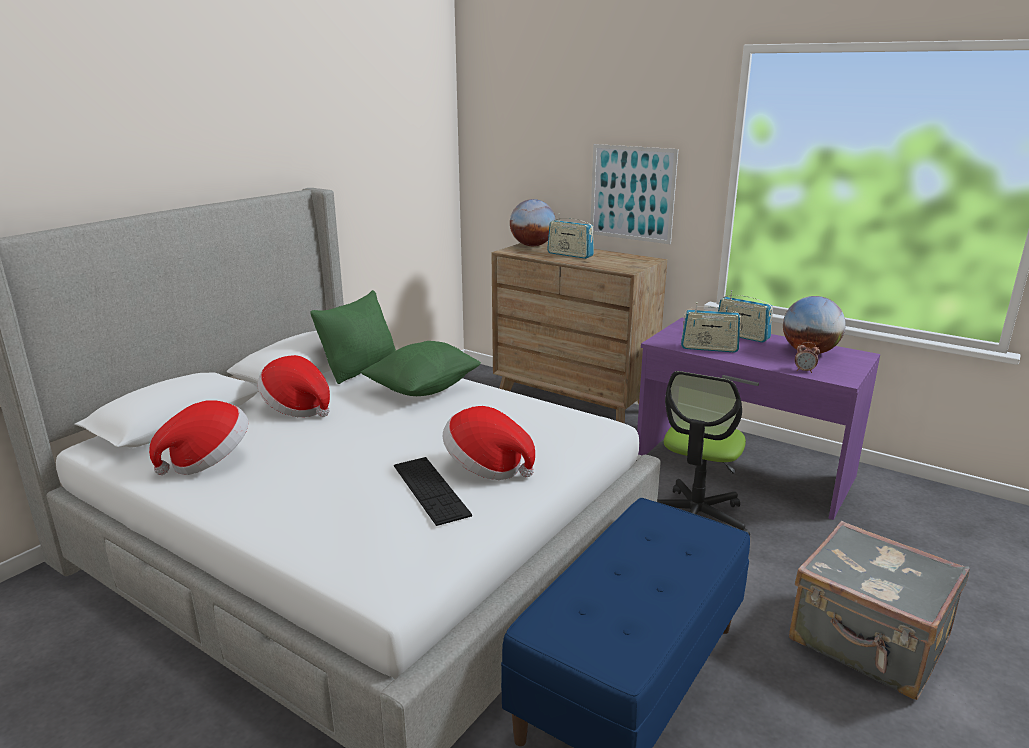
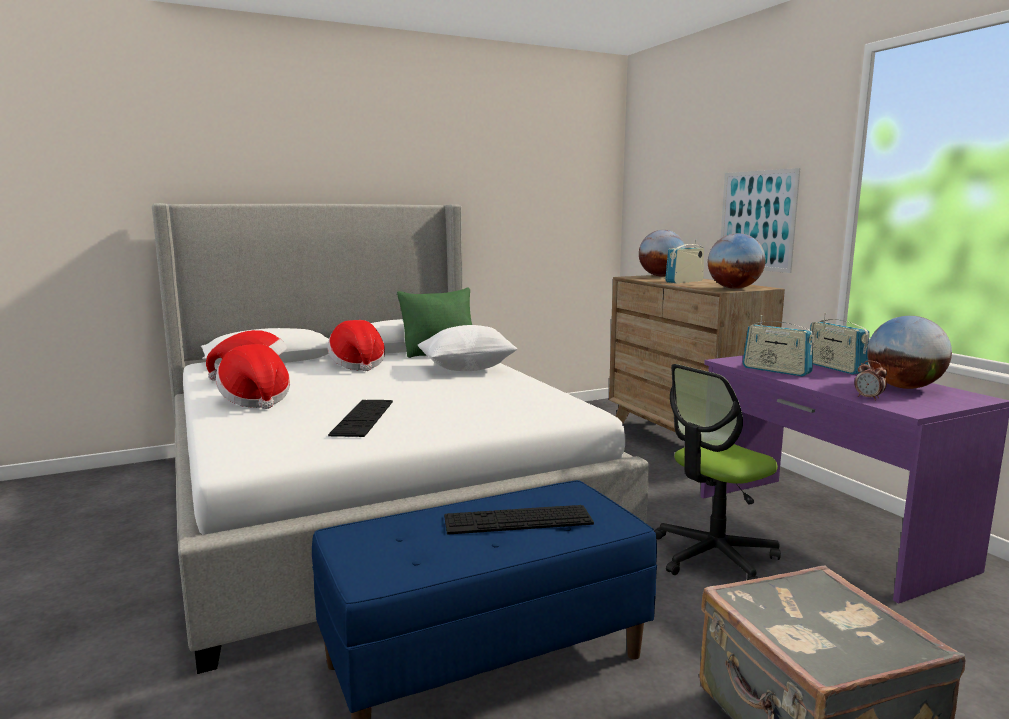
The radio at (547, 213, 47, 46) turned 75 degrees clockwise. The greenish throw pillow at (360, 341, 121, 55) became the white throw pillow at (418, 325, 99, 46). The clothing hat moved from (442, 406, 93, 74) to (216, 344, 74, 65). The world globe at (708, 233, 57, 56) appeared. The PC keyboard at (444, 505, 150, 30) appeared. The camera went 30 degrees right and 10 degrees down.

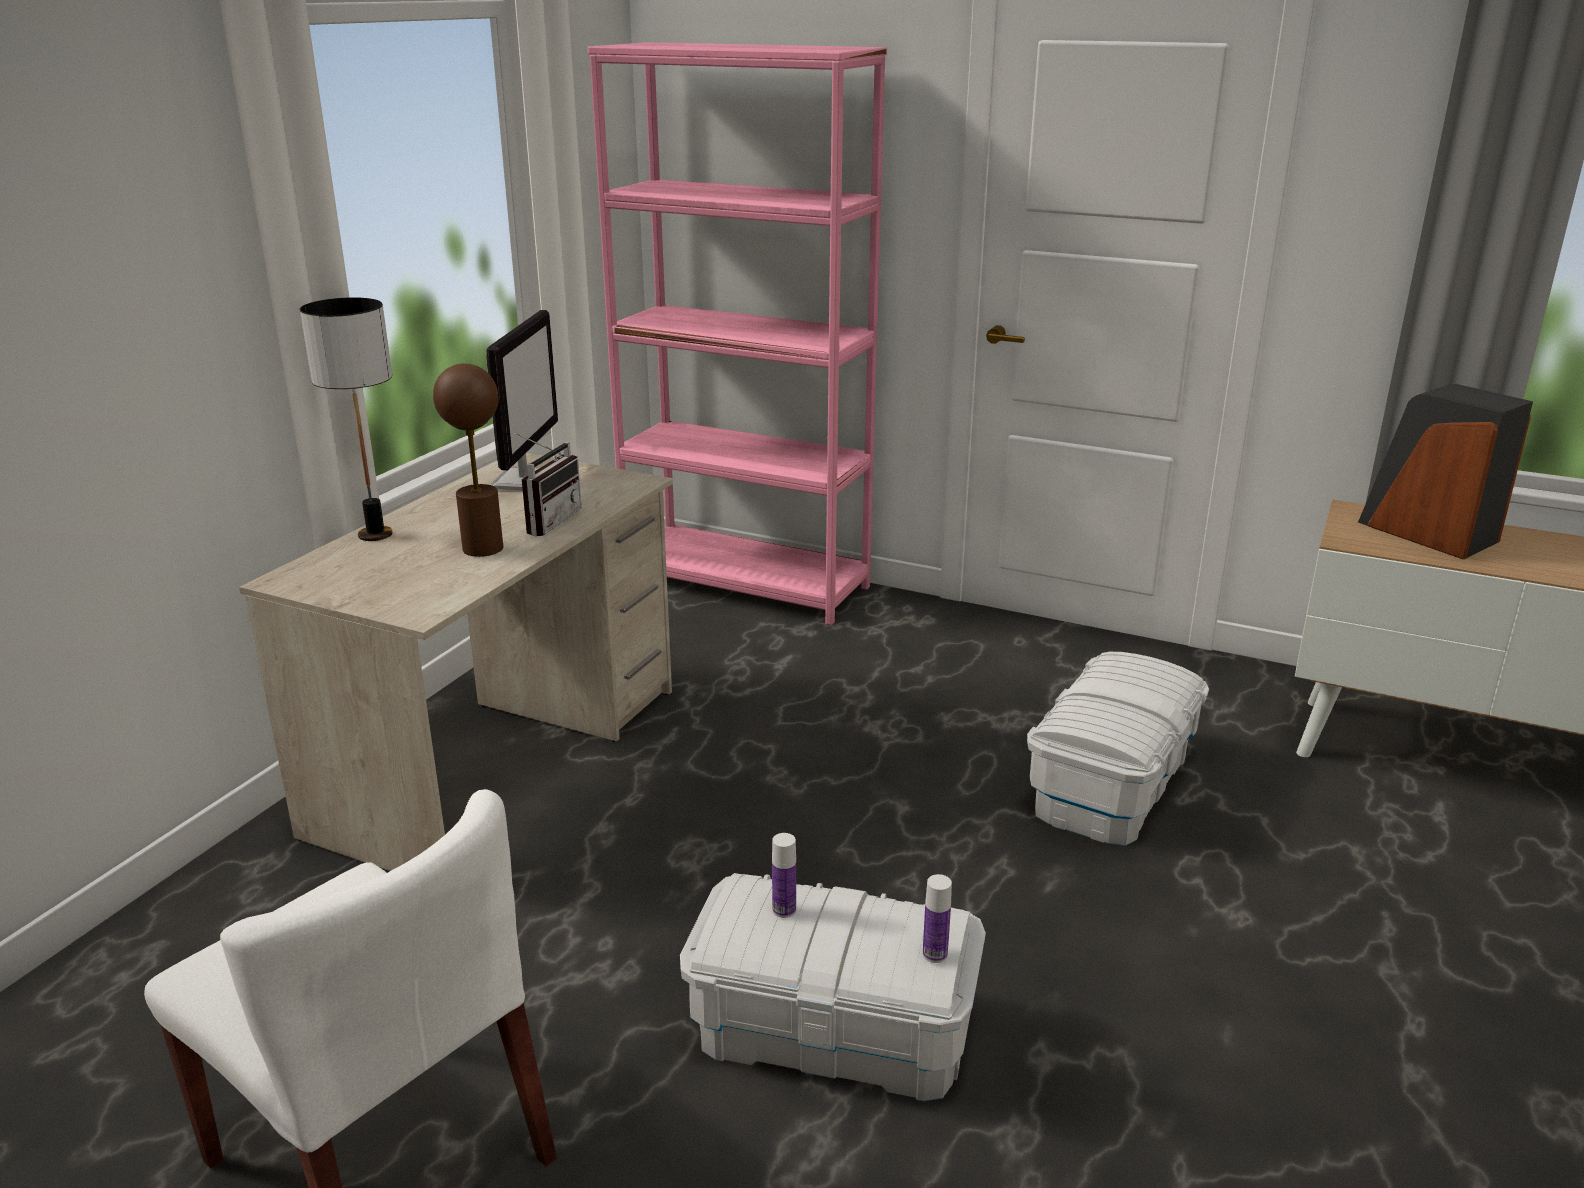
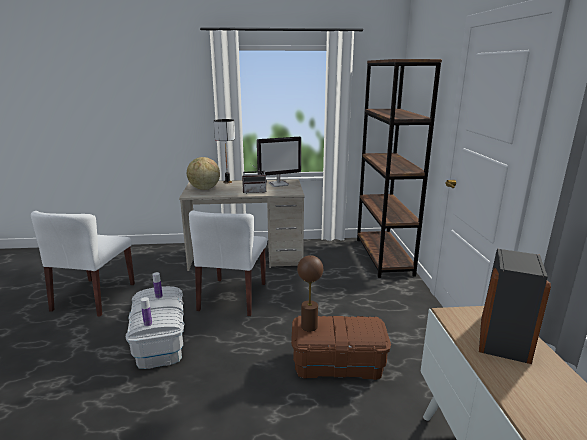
The pink-coloured bookshelf at (588, 42, 299, 583) became the brown-coloured bookshelf at (357, 59, 85, 219). The brown-coloured table lamp moved from (433, 363, 70, 194) to (297, 255, 26, 77). The white storage container at (1027, 652, 182, 194) became the brown-coloured storage container at (291, 316, 100, 64). The world globe at (187, 157, 33, 33) appeared. The white chair at (189, 211, 78, 105) appeared. The camera went 60 degrees right and 5 degrees down.

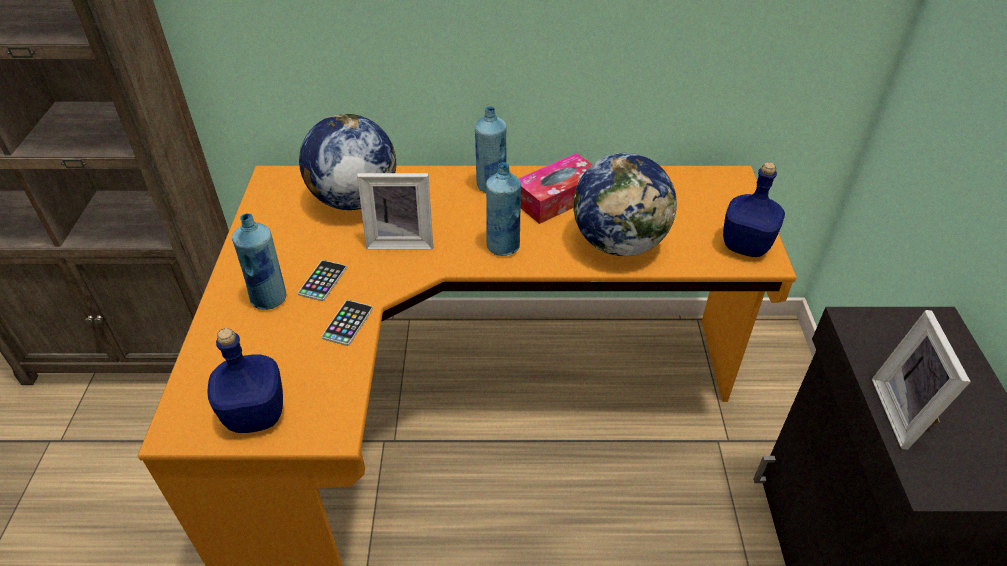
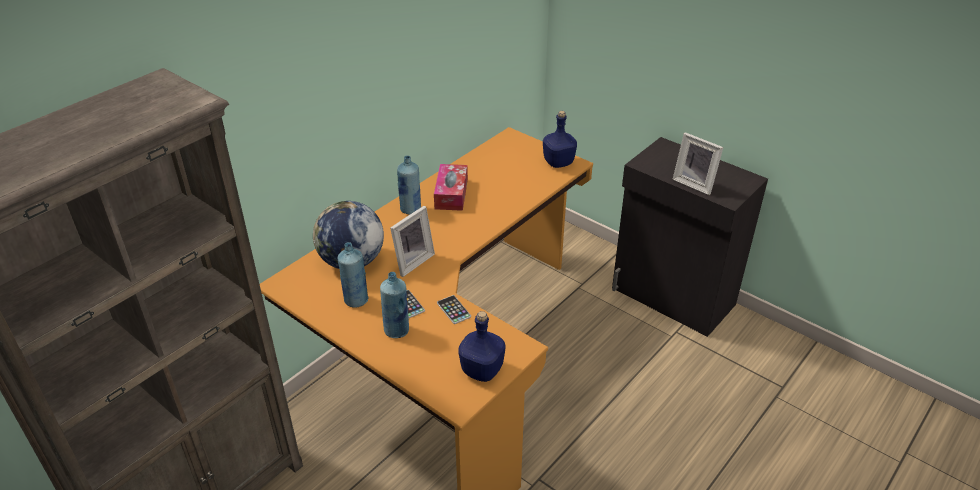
The world globe at (573, 153, 104, 103) disappeared. The blue-coloured drink bottle moved from (486, 162, 35, 94) to (338, 242, 31, 66). The camera went 50 degrees left and 5 degrees down.

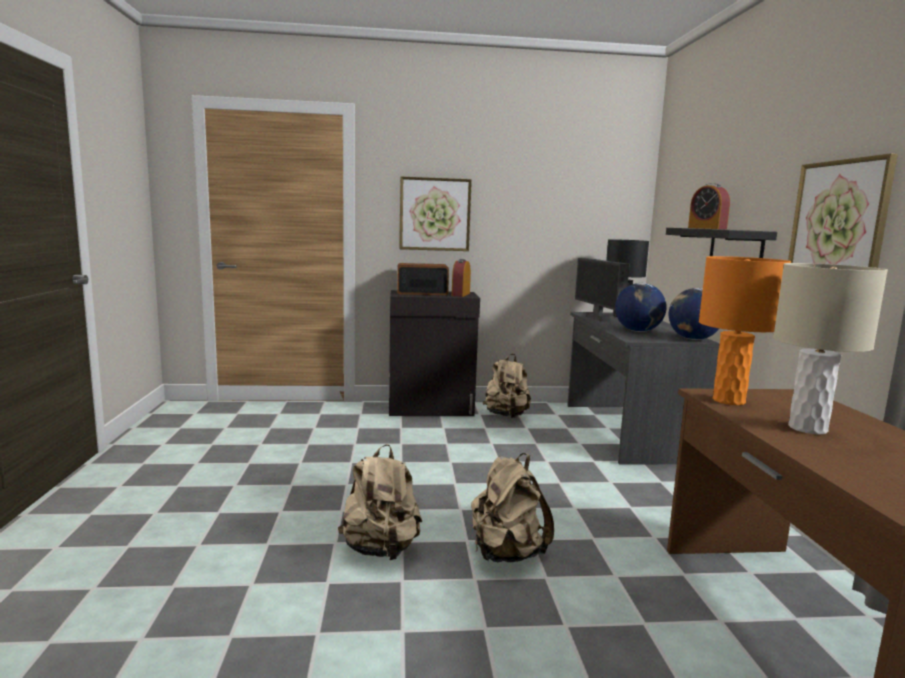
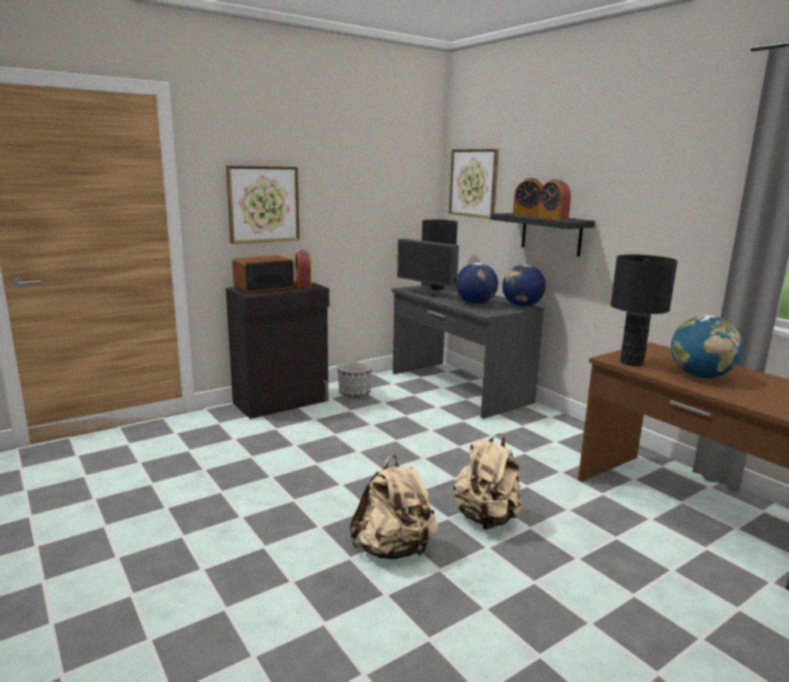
The picture moved from (788, 153, 110, 115) to (449, 149, 50, 70). The orange table lamp at (699, 256, 92, 149) became the black table lamp at (611, 254, 67, 112). The sand-coloured table lamp at (773, 263, 115, 172) was replaced by the world globe at (671, 315, 71, 63). The sand-coloured knapsack at (483, 354, 48, 64) was replaced by the plant pot at (338, 362, 34, 36). The table clock at (538, 179, 33, 41) appeared. The camera went 30 degrees left and 5 degrees up.

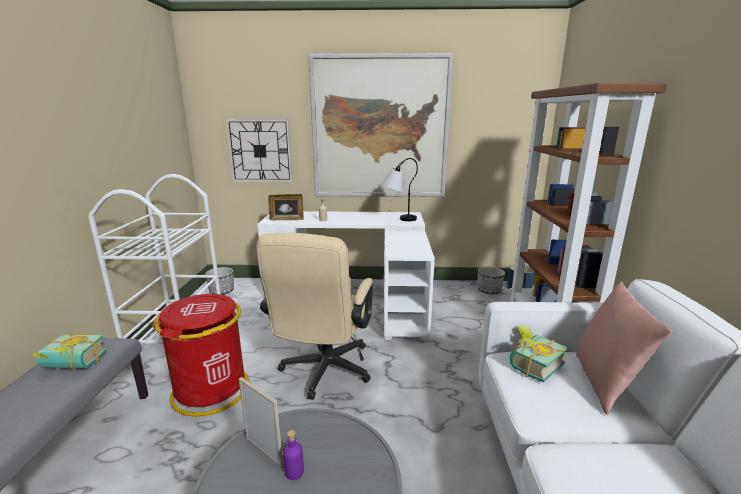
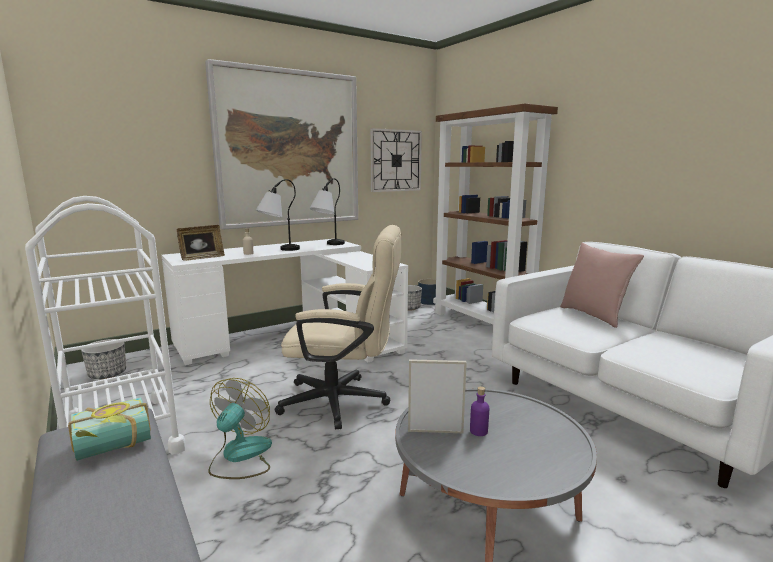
The clock on the wall moved from (226, 119, 67, 63) to (370, 128, 52, 64). The sand-coloured desk chair at (256, 233, 117, 167) turned 60 degrees counterclockwise. The red rubbish bin at (153, 294, 96, 123) was replaced by the electric fan at (208, 378, 64, 101). The volume at (510, 326, 58, 57) disappeared. The table lamp at (255, 179, 45, 72) appeared. The camera went 35 degrees left and 5 degrees down.

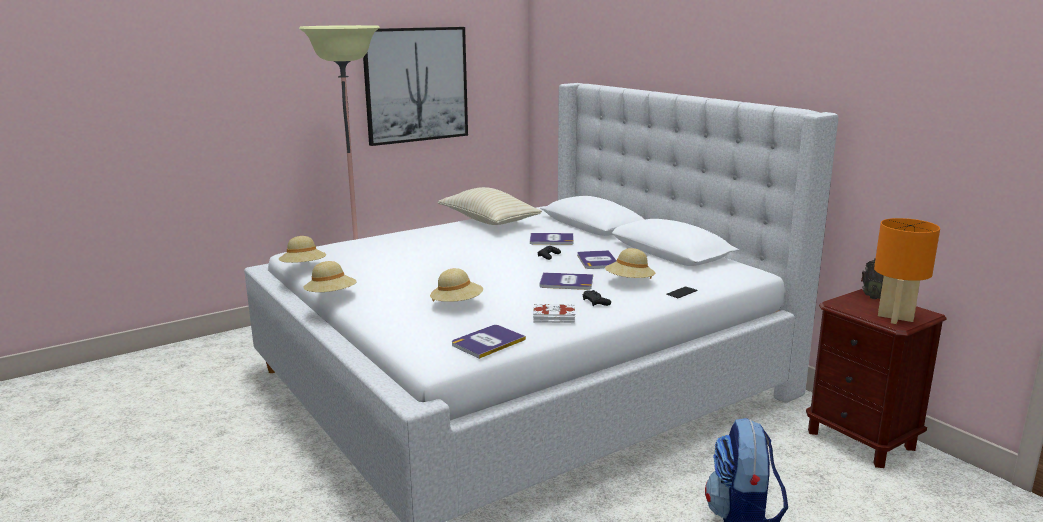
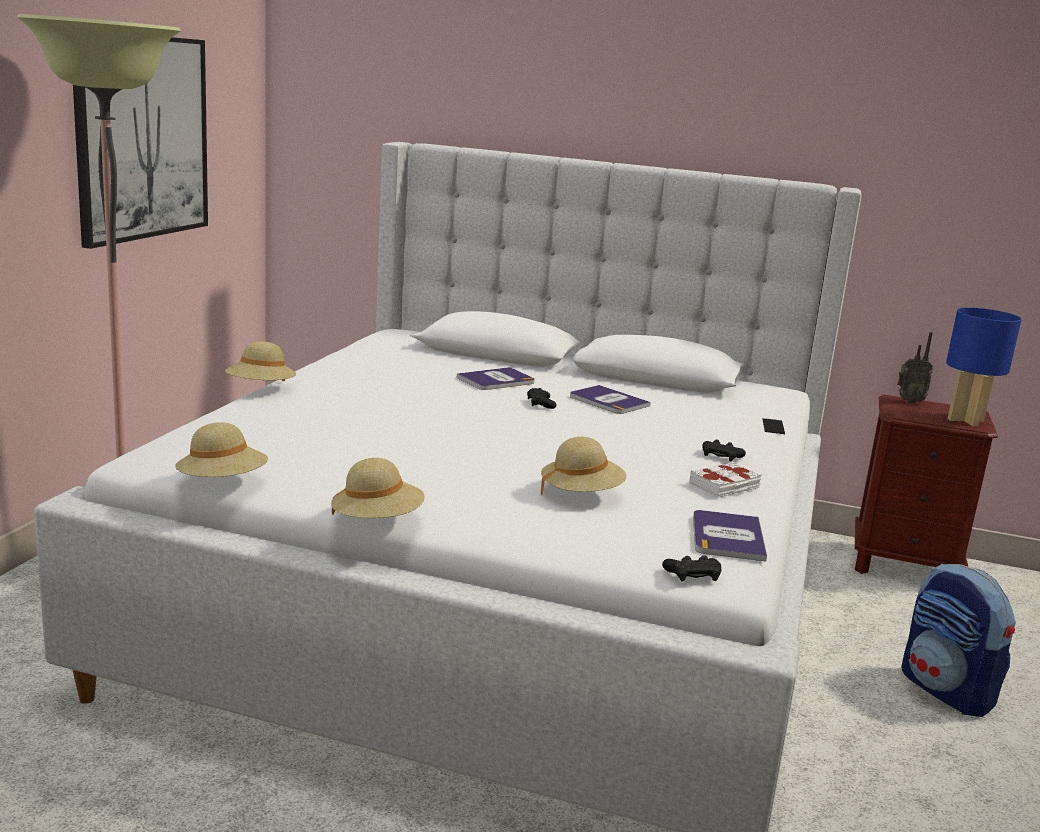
The sand-coloured throw pillow at (438, 187, 104, 38) disappeared. The orange table lamp at (874, 218, 66, 106) became the blue-coloured table lamp at (946, 307, 75, 120). The sand-coloured clothing hat moved from (605, 248, 50, 31) to (225, 341, 71, 40). The volume at (540, 272, 53, 18) disappeared. The black joypad at (662, 555, 59, 27) appeared. The camera went 40 degrees left and 0 degrees up.

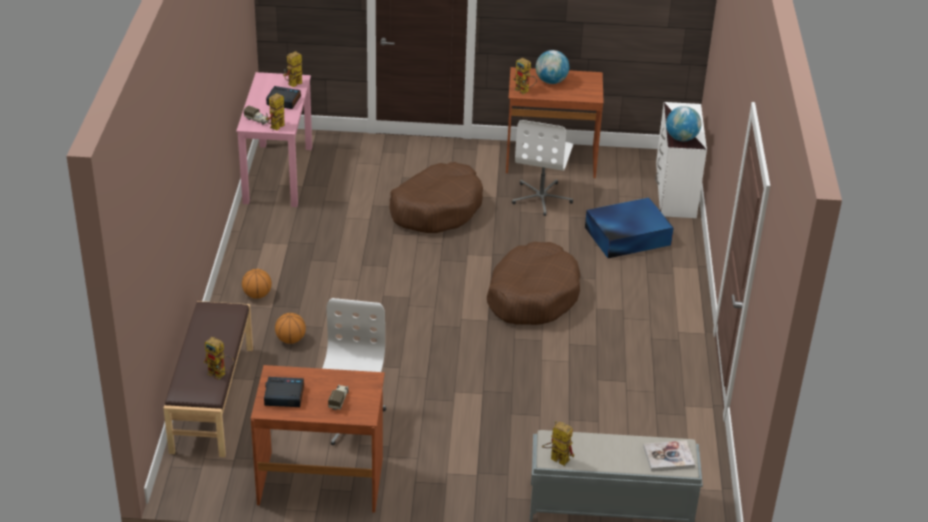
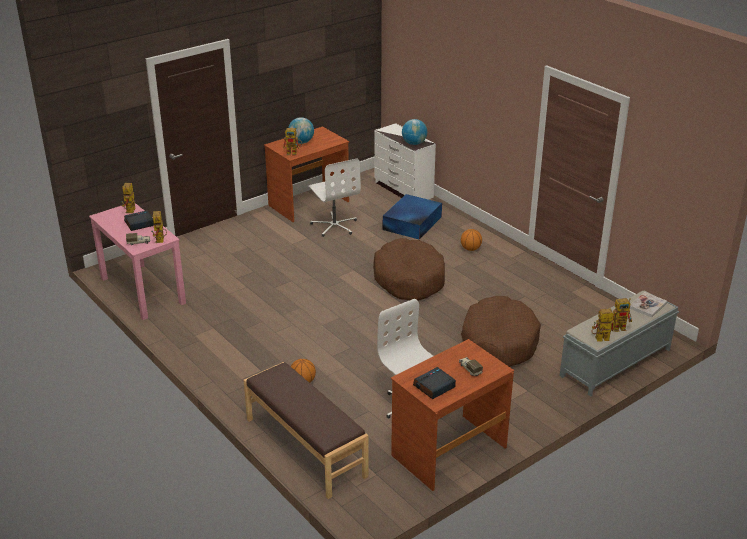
The brown-coloured pet bed moved from (390, 162, 93, 71) to (461, 296, 80, 71). The basketball moved from (242, 269, 30, 30) to (461, 229, 21, 22). The robot figure moved from (204, 337, 30, 43) to (613, 298, 19, 34). The camera went 40 degrees left and 5 degrees down.

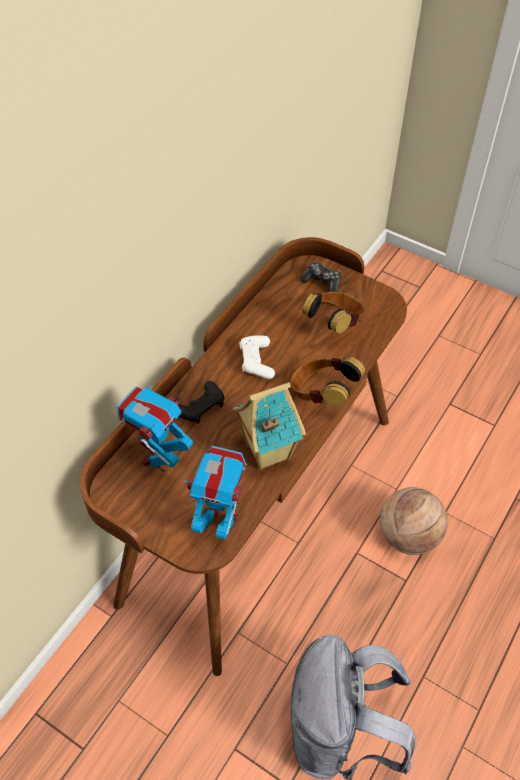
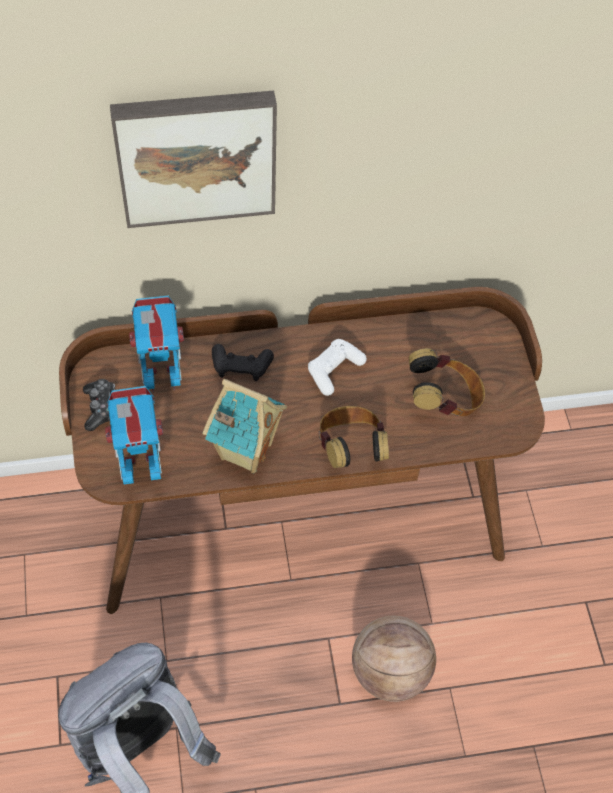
The joypad moved from (300, 262, 41, 30) to (83, 379, 32, 52). The robot figure at (183, 446, 64, 93) turned 75 degrees counterclockwise. The picture at (110, 91, 167, 137) appeared. The camera went 45 degrees right and 5 degrees up.

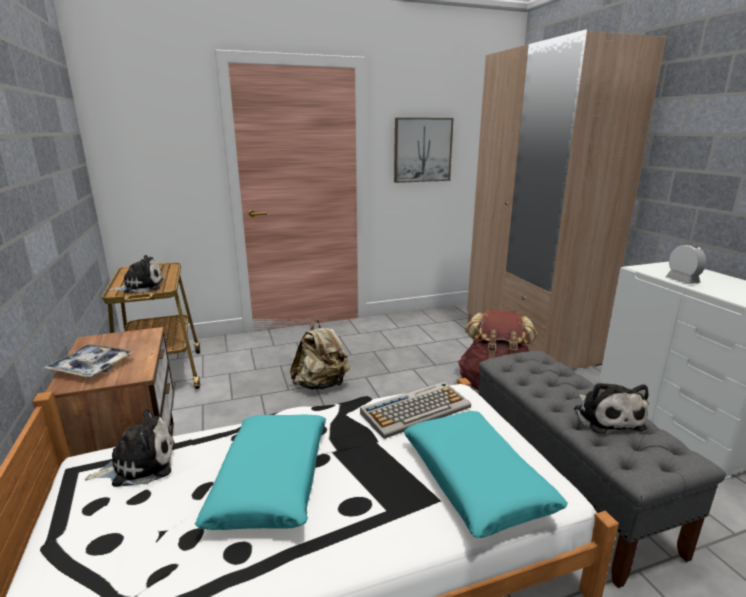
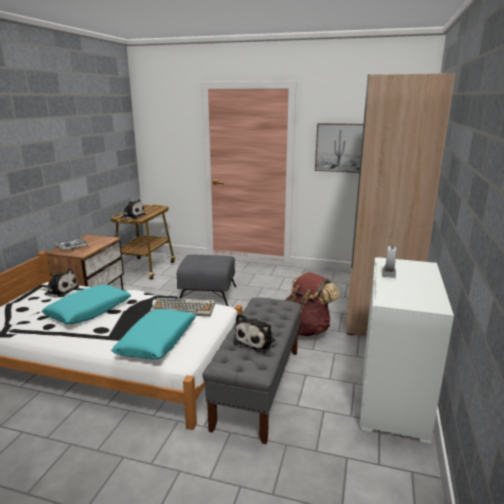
The sand-coloured knapsack at (290, 320, 60, 70) was replaced by the greyish ottoman at (177, 254, 59, 52). The camera went 35 degrees right and 0 degrees up.

